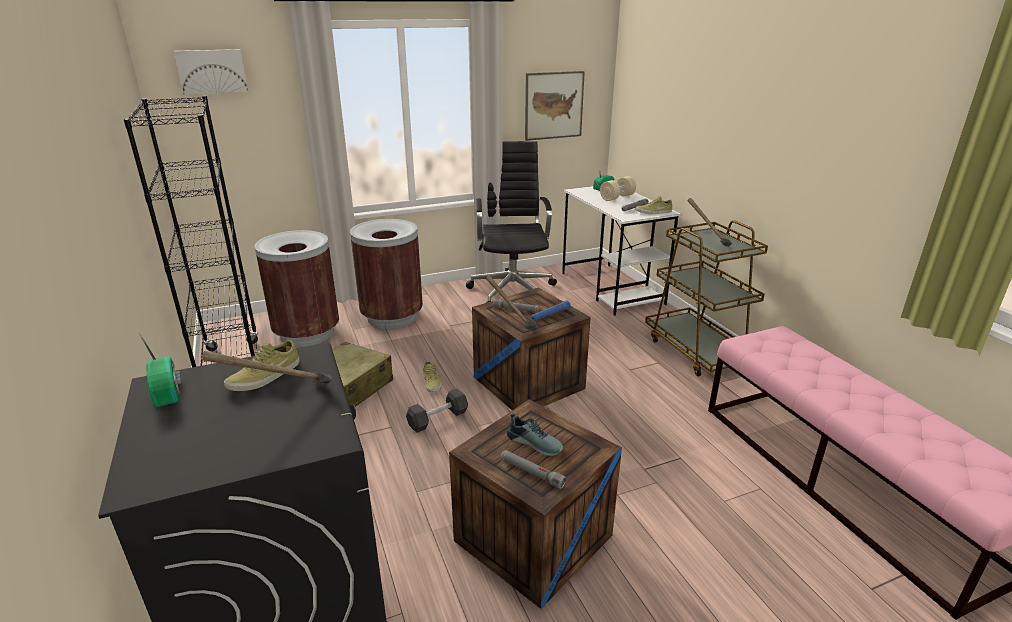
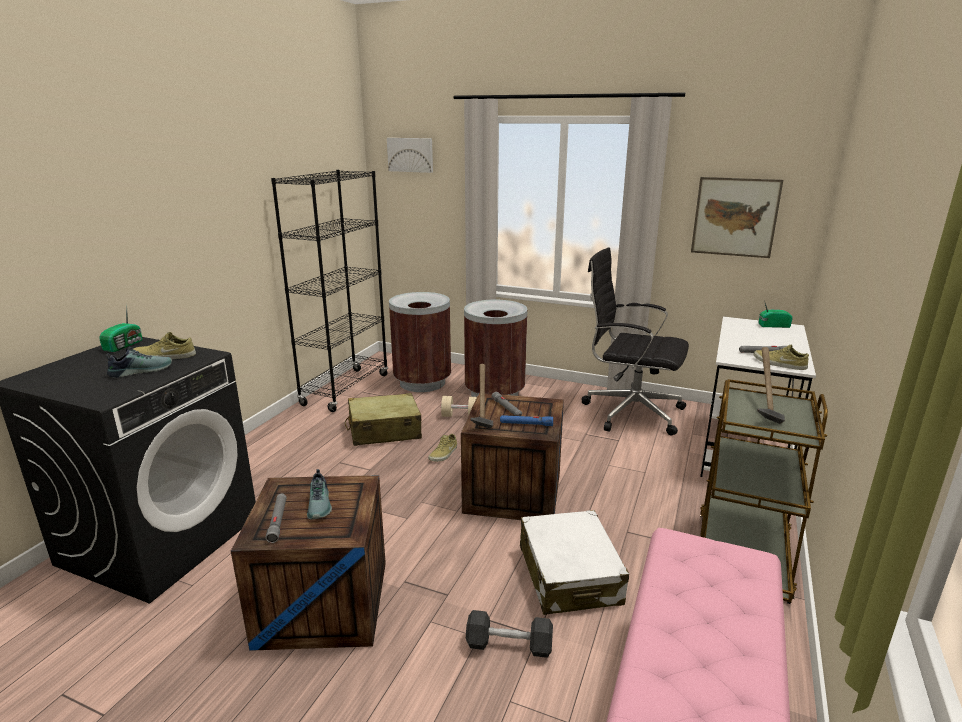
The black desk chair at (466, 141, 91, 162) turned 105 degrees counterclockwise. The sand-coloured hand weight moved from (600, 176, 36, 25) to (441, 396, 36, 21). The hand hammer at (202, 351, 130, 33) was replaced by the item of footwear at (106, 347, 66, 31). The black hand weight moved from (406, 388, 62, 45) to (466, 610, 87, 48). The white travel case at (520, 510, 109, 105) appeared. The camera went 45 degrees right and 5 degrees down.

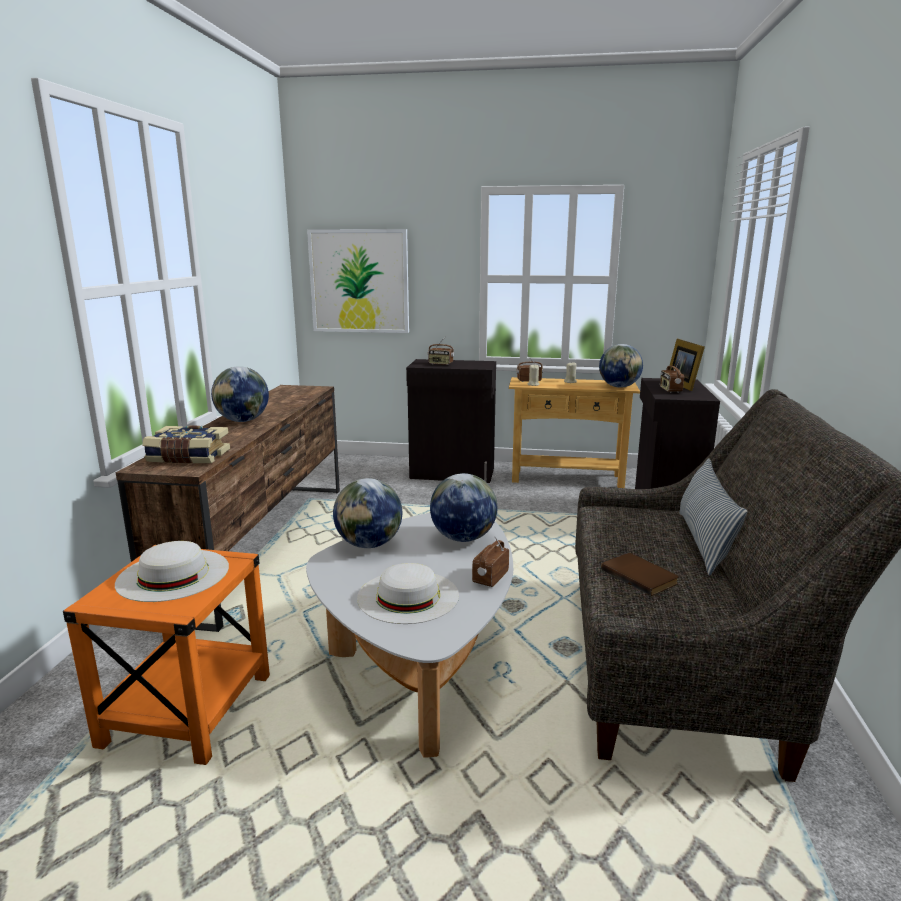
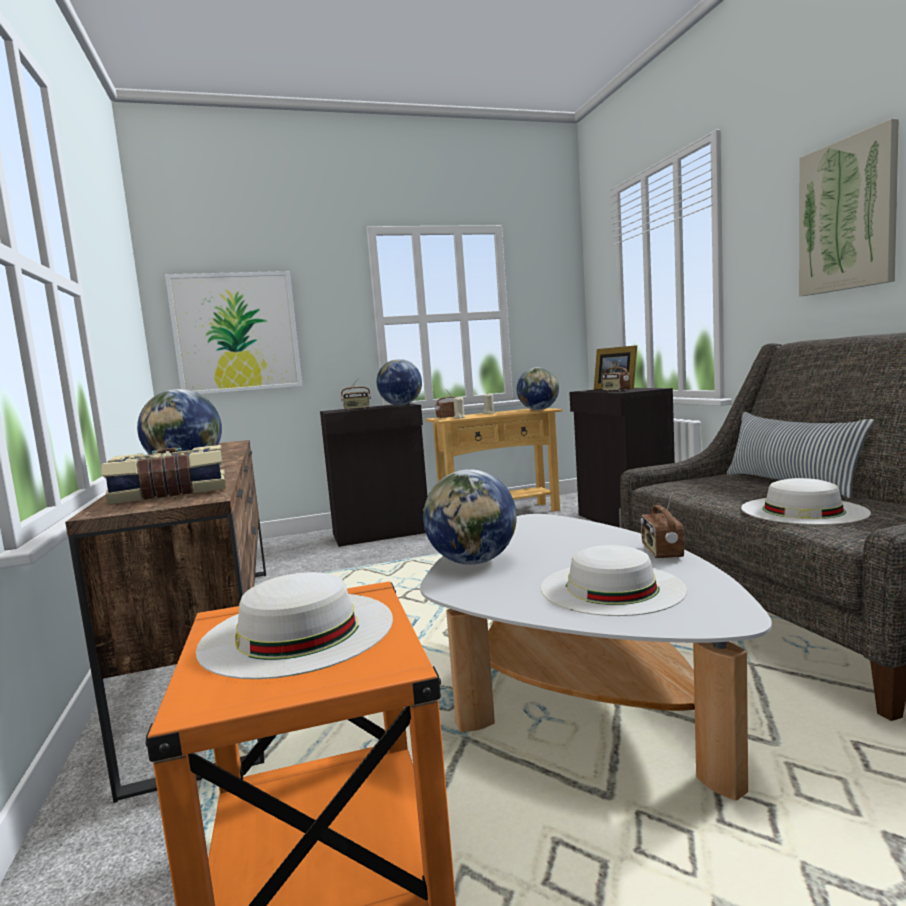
The world globe moved from (430, 473, 68, 69) to (377, 359, 45, 46). The brown-coloured volume at (601, 553, 78, 43) was replaced by the white clothing hat at (741, 478, 130, 47). The picture at (799, 119, 100, 177) appeared. The camera went 25 degrees left and 10 degrees down.

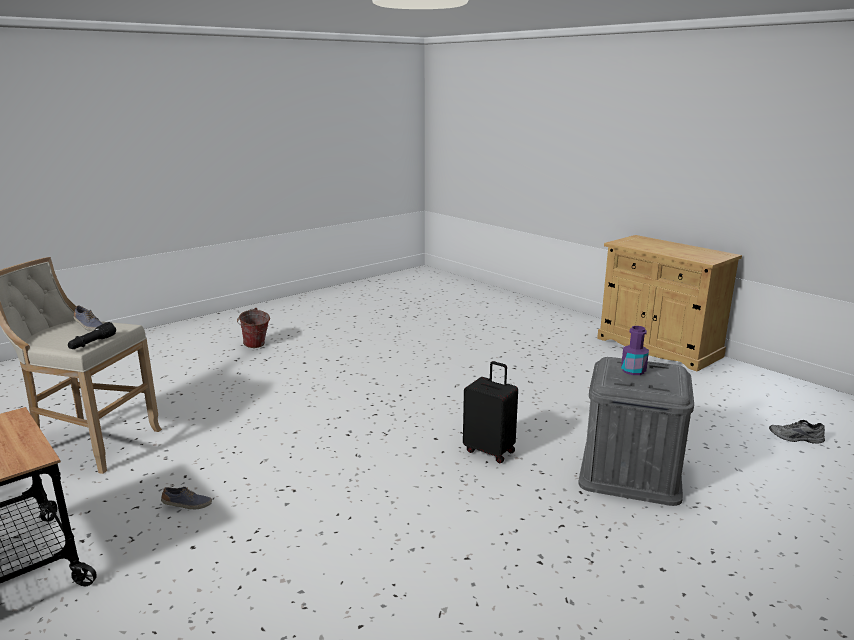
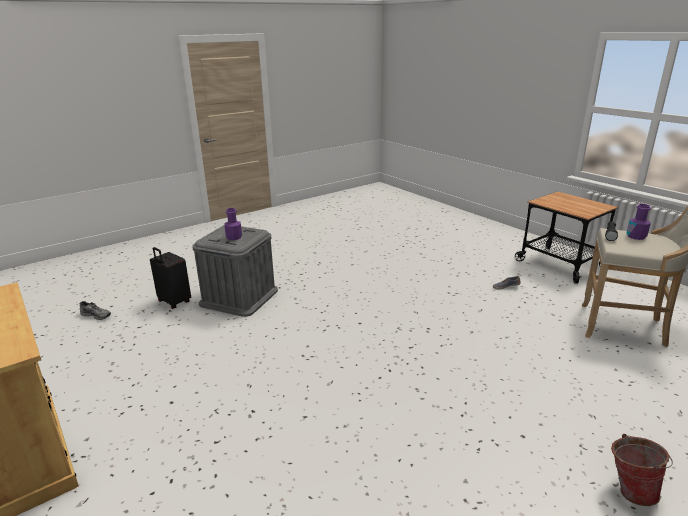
The item of footwear at (73, 305, 30, 26) disappeared. The black travel case moved from (463, 361, 55, 102) to (150, 247, 41, 62). The purple drink bottle at (627, 204, 24, 36) appeared. The camera went 175 degrees left and 5 degrees up.

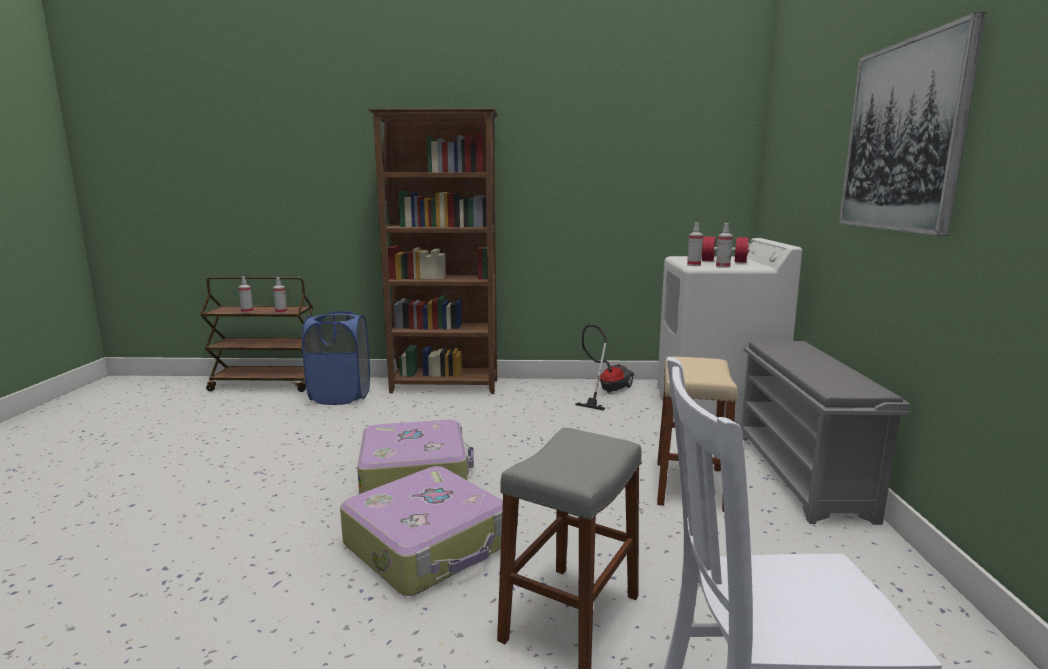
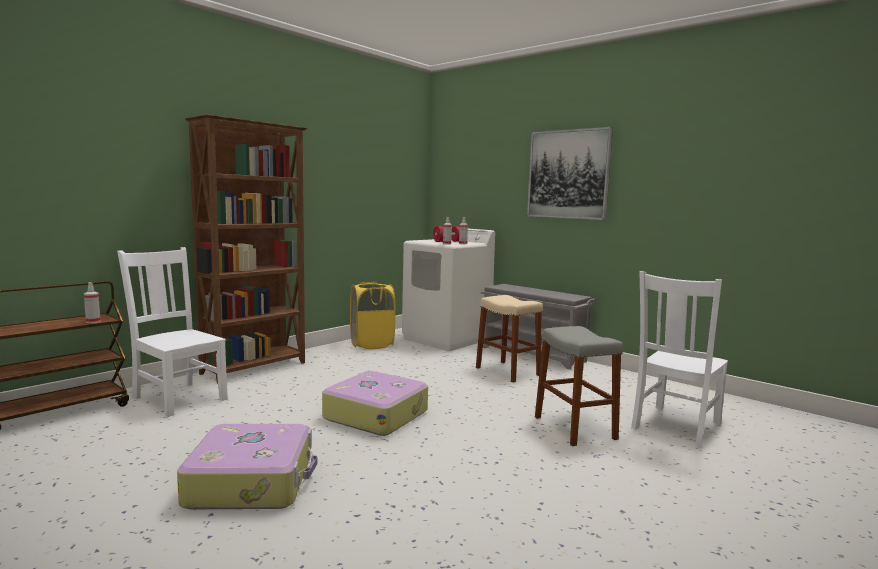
The hand sprayer at (238, 277, 15, 36) disappeared. The blue-coloured washing basket at (302, 311, 68, 94) was replaced by the white chair at (117, 247, 111, 170). The vacuum at (575, 324, 59, 87) was replaced by the yellowish washing basket at (350, 282, 45, 67). The travel case moved from (340, 466, 163, 130) to (177, 424, 140, 85). The camera went 50 degrees left and 5 degrees down.

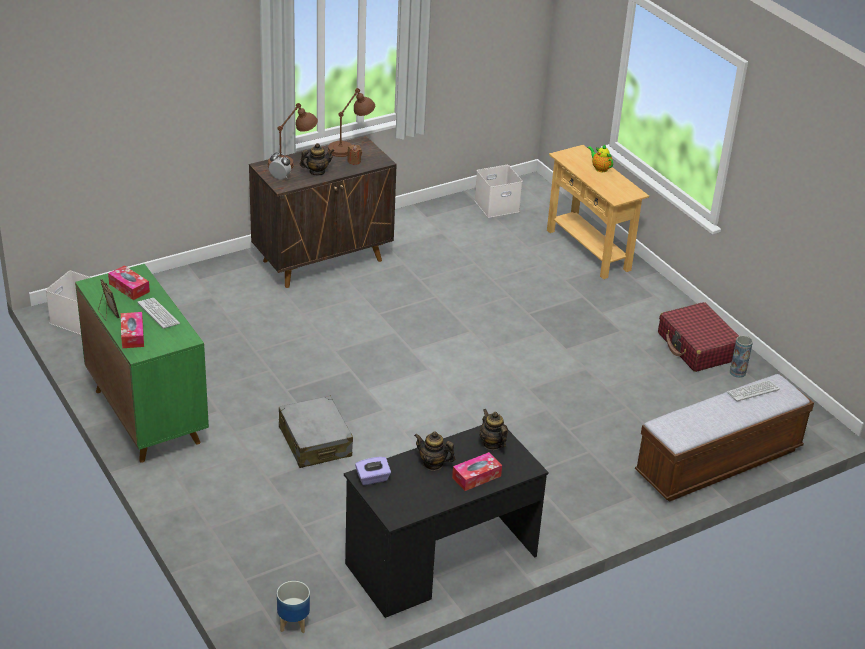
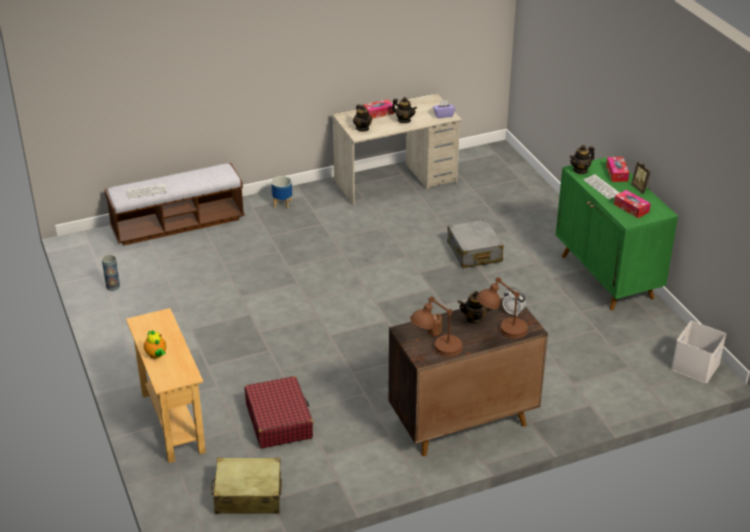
The white storage container at (474, 165, 49, 53) was replaced by the sand-coloured travel case at (211, 458, 71, 56). The red travel case moved from (658, 302, 81, 70) to (244, 376, 69, 72). The black desk unit at (344, 425, 204, 193) became the sand-coloured desk unit at (332, 93, 130, 113). The plant pot moved from (277, 581, 33, 52) to (271, 176, 21, 33). The teapot at (570, 145, 24, 29) appeared. The camera went 170 degrees left and 0 degrees up.

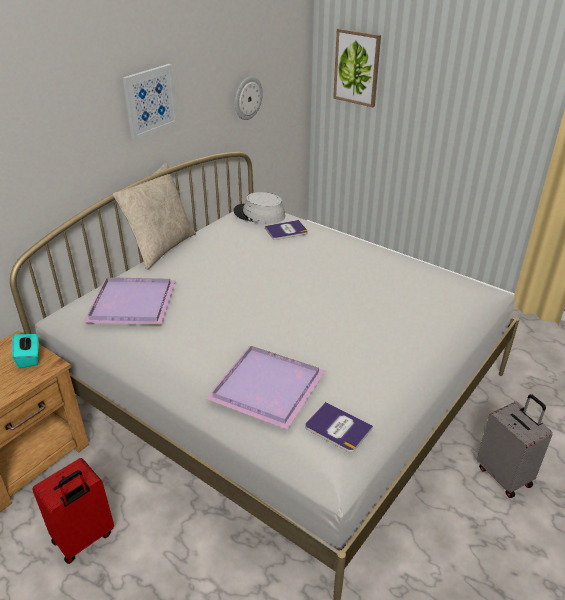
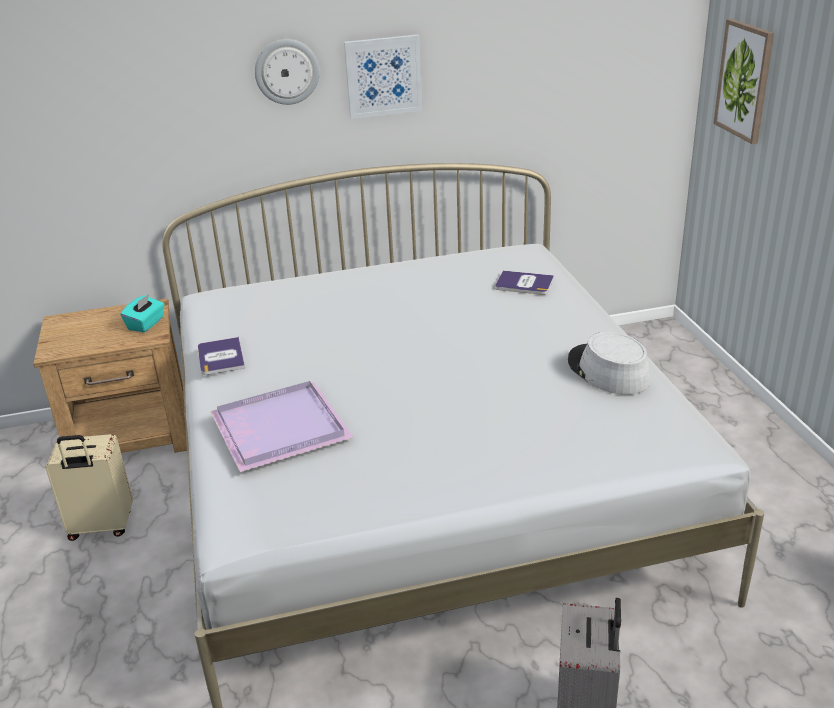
The clock on the wall moved from (235, 76, 28, 44) to (255, 39, 65, 66). The sand-coloured throw pillow at (113, 162, 83, 108) disappeared. The greyish clothing hat moved from (233, 192, 52, 32) to (568, 332, 82, 63). The purple serving tray at (83, 277, 92, 48) disappeared. The volume moved from (305, 402, 68, 51) to (198, 337, 47, 38). The red travel case at (32, 458, 82, 106) became the sand-coloured travel case at (46, 434, 87, 107). The camera went 40 degrees right and 5 degrees down.

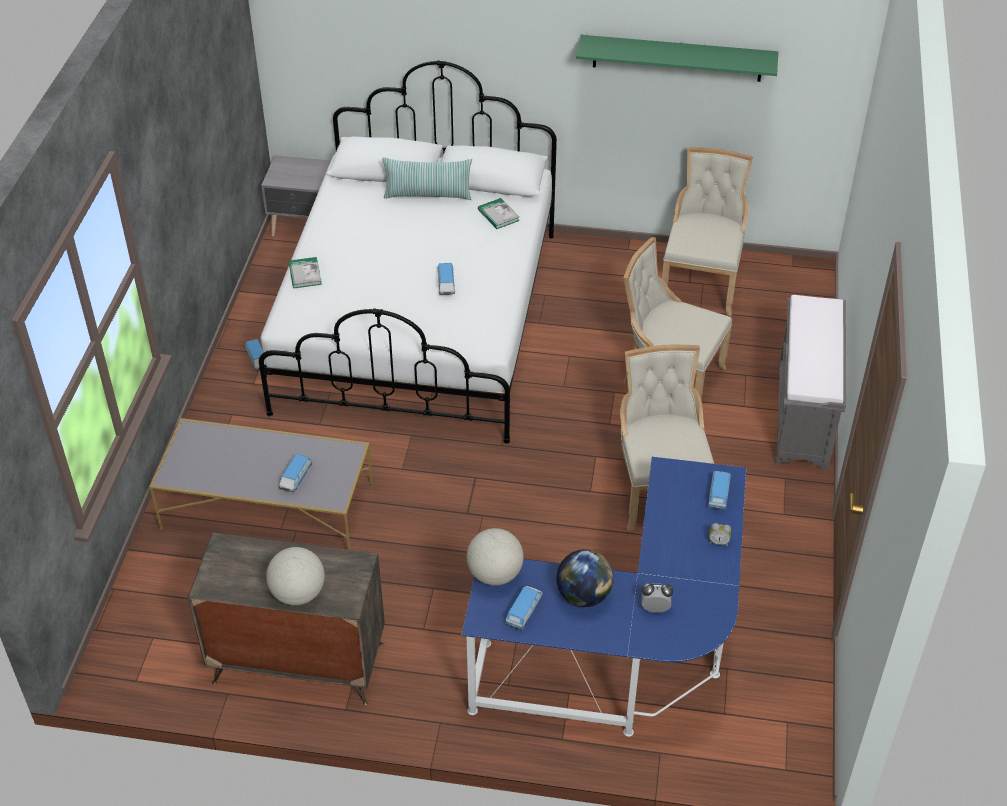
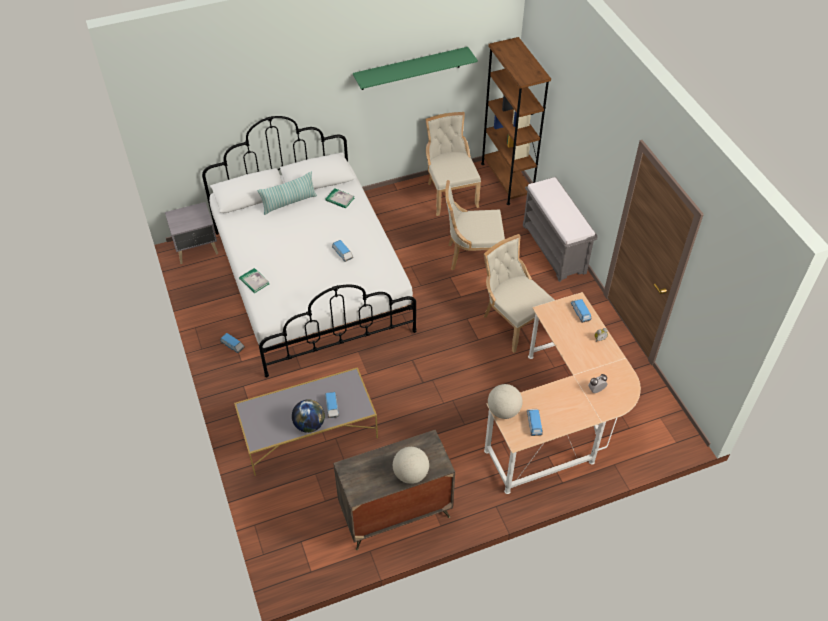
The blue-coloured desk unit at (461, 457, 285, 280) became the sand-coloured desk unit at (484, 292, 157, 202). The world globe moved from (556, 549, 58, 58) to (292, 399, 33, 34). The brown-coloured bookshelf at (481, 37, 70, 168) appeared. The camera went 30 degrees left and 5 degrees up.

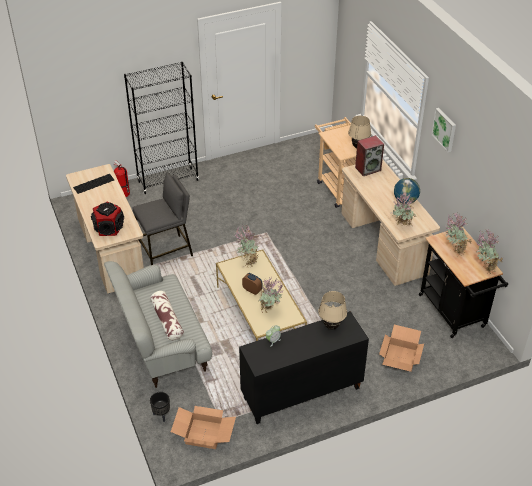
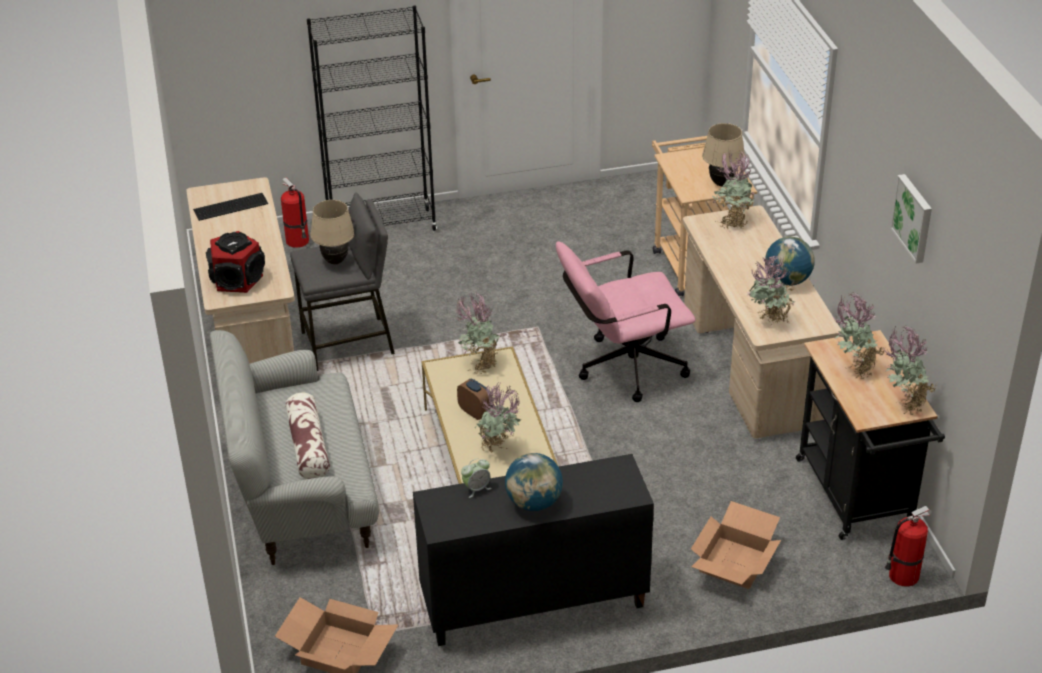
The picture moved from (431, 108, 25, 44) to (890, 174, 42, 89). The audio speaker at (355, 135, 29, 41) was replaced by the potted plant at (712, 150, 43, 79). The sand-coloured table lamp moved from (318, 291, 29, 39) to (310, 200, 44, 64). The black plant pot at (150, 392, 20, 30) disappeared. The pink-coloured desk chair at (556, 241, 139, 161) appeared. The world globe at (505, 453, 58, 58) appeared. The extinguisher at (885, 506, 46, 81) appeared. The camera went 10 degrees right and 5 degrees down.

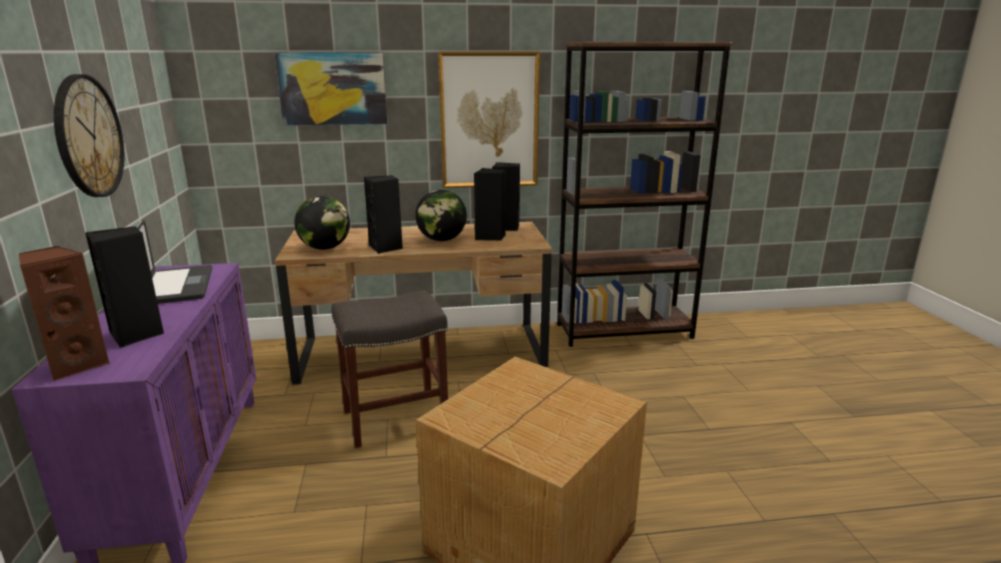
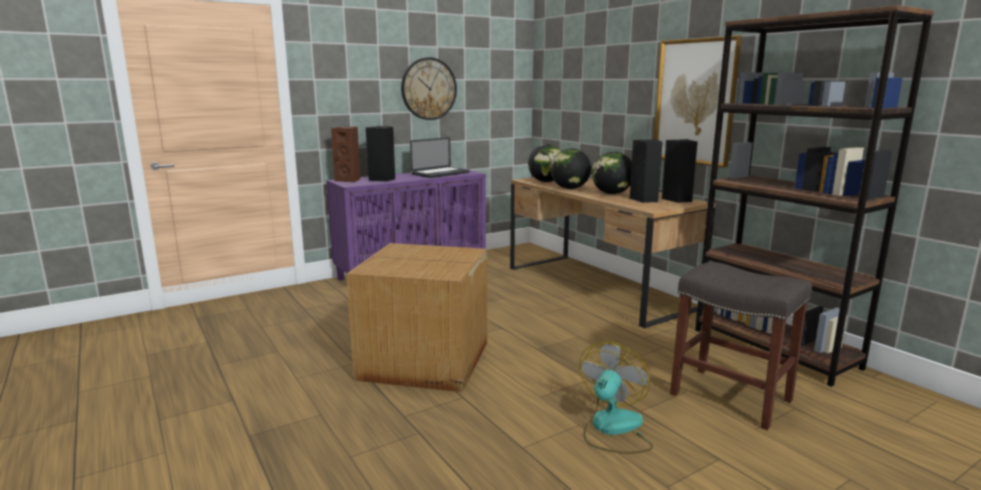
The picture at (275, 52, 113, 74) disappeared. The black audio speaker at (364, 175, 39, 79) was replaced by the world globe at (551, 148, 40, 41). The greyish stool moved from (331, 290, 117, 158) to (670, 262, 142, 168). The electric fan at (579, 342, 74, 112) appeared. The camera went 65 degrees right and 5 degrees down.

